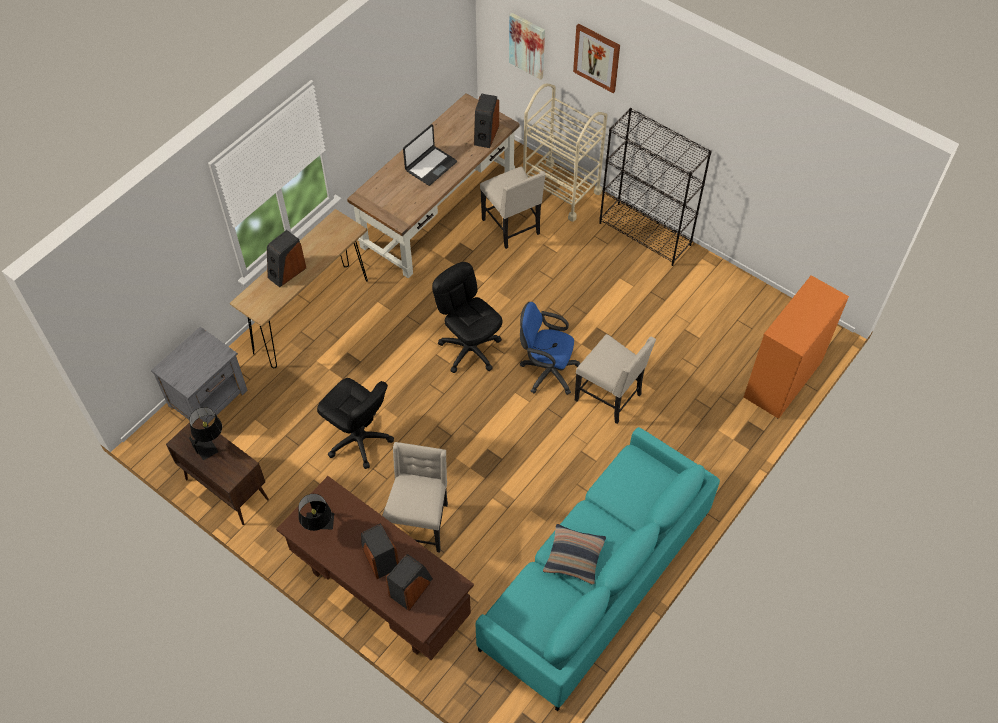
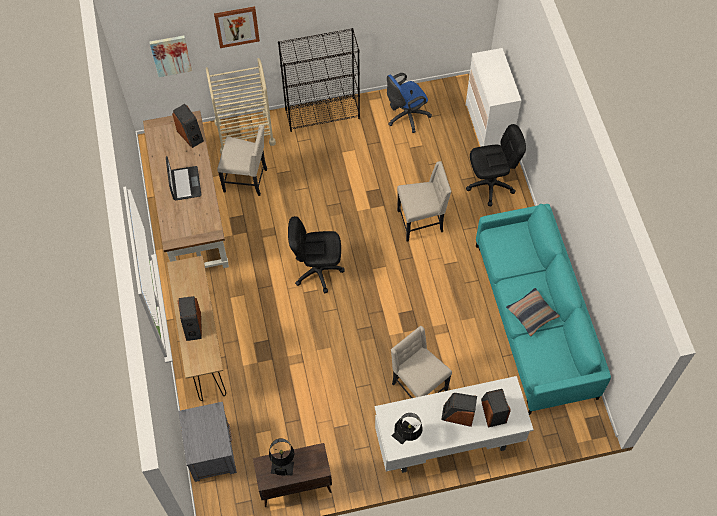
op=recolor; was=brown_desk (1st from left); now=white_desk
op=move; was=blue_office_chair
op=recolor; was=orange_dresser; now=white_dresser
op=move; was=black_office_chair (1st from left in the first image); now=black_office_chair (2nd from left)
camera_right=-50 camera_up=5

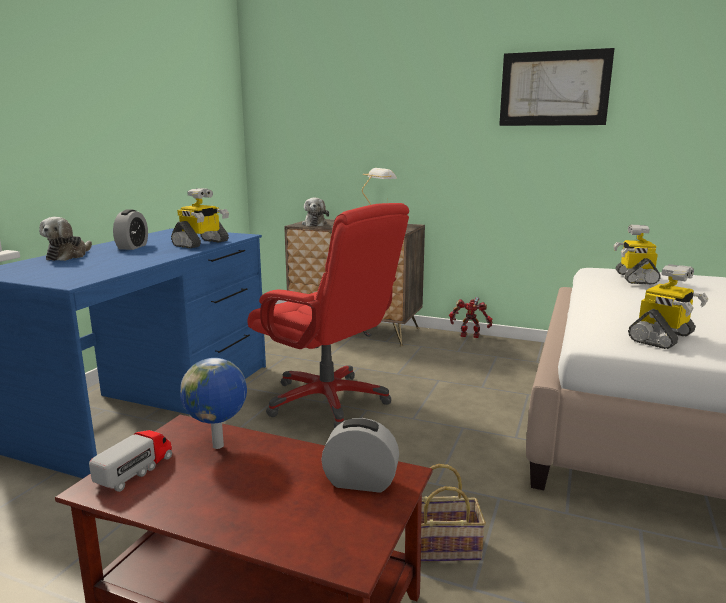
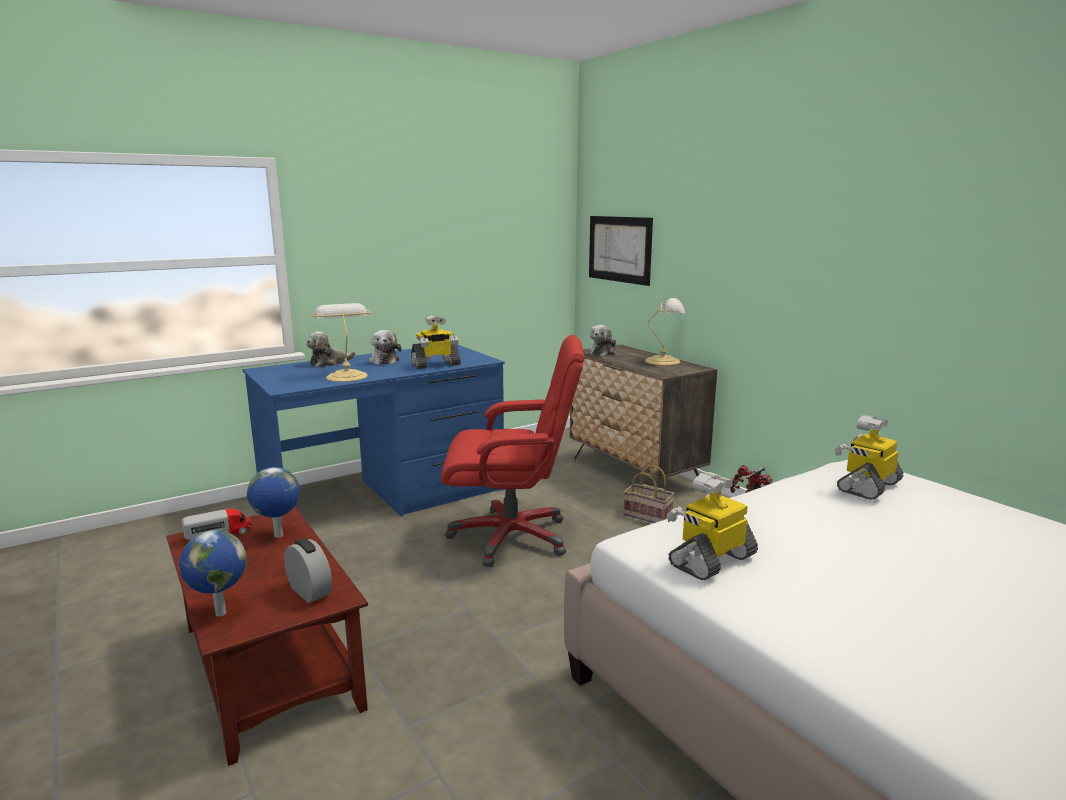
op=insert; now=globe (1st from left)
op=insert; now=table_lamp (1st from left)
op=replace; was=alarm_clock (1st from left); now=plush_toy (2nd from left)
op=rotate; was=red_office_chair; clockwise=-75
op=move; was=picture
op=move; was=basket
op=rotate; was=toy_robot (4th from left in the first image); clockwise=150
camera_right=35 camera_up=0

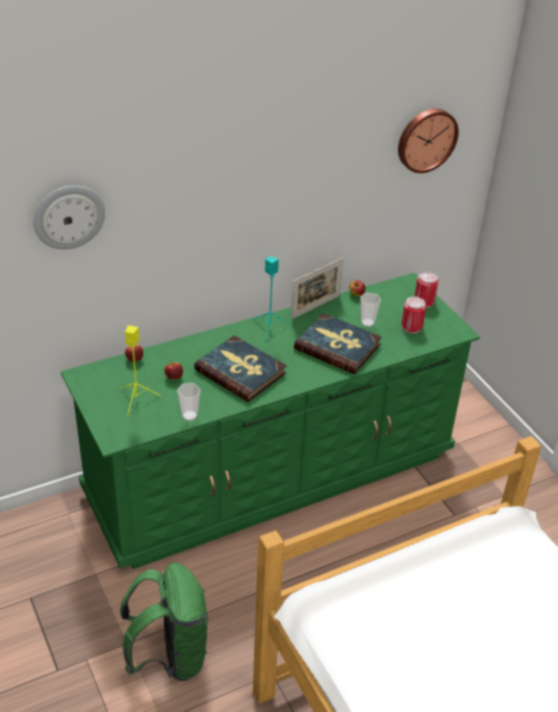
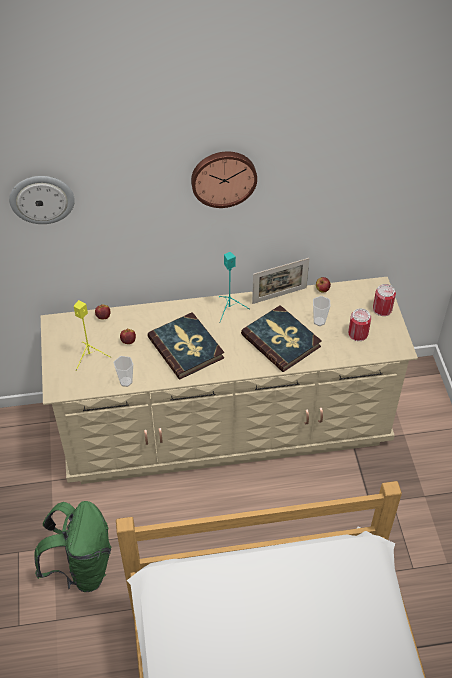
op=recolor; was=green_dresser; now=beige_dresser
op=move; was=wall_clock (2nd from left)
camera_right=20 camera_up=10

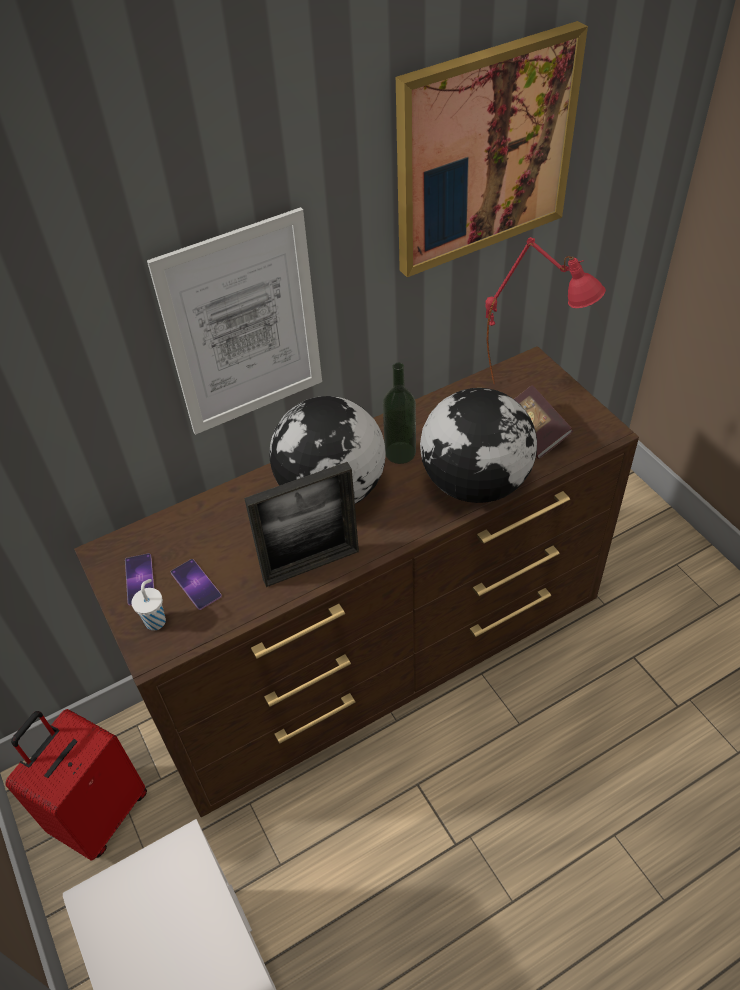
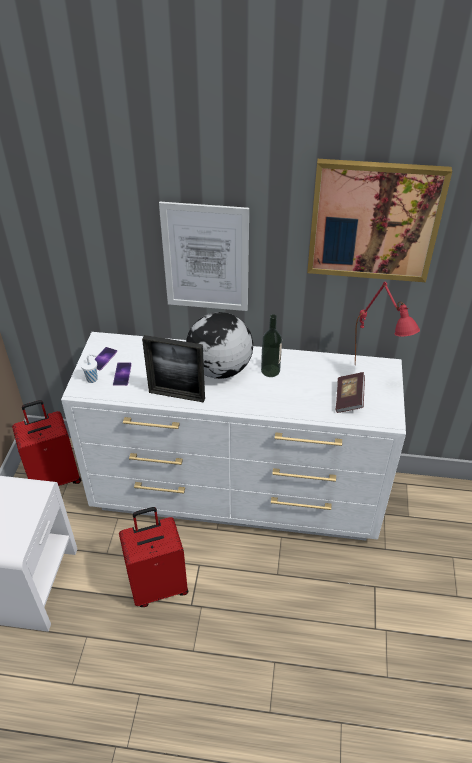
op=recolor; was=brown_dresser; now=white_dresser
op=insert; now=red_suitcase (2nd from left)
op=delete; was=globe (2nd from left)
camera_right=35 camera_up=-5

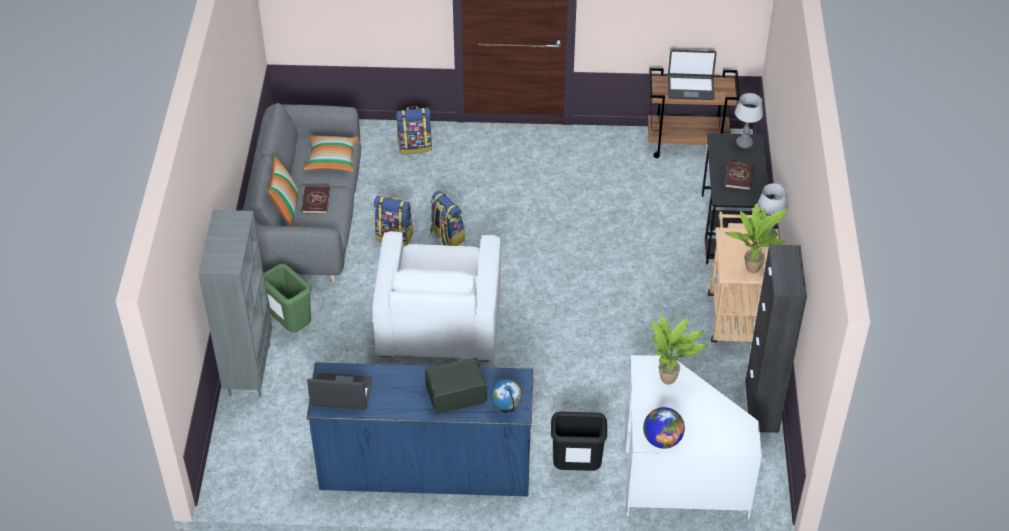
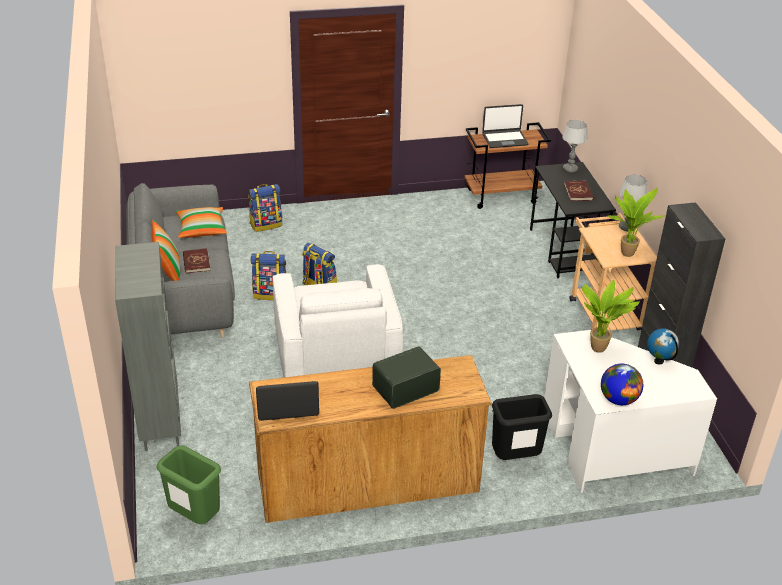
op=move; was=green_trash_can
op=recolor; was=blue_dresser; now=brown_dresser
op=move; was=globe (1st from left in the first image); now=globe (2nd from left)
camera_right=-15 camera_up=-10

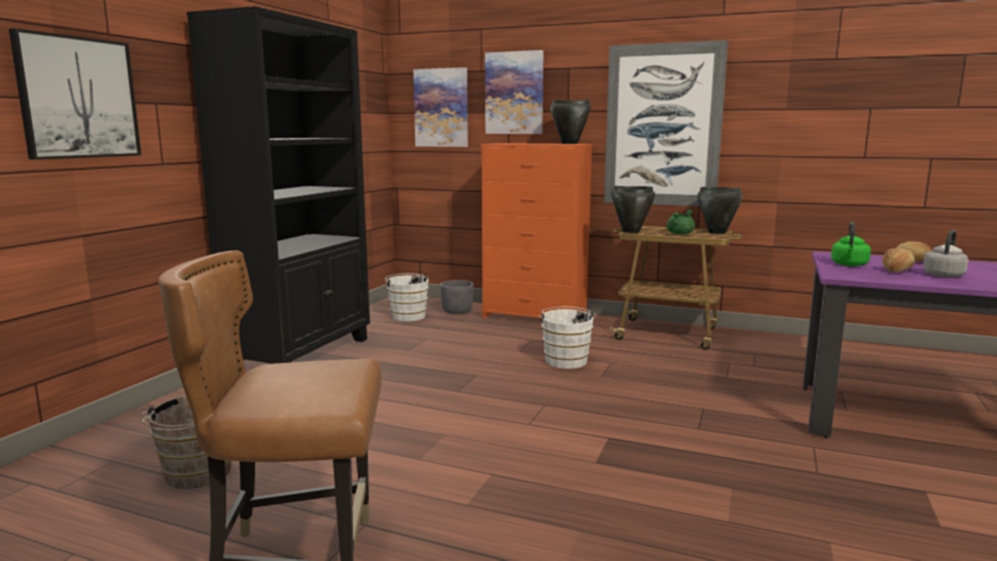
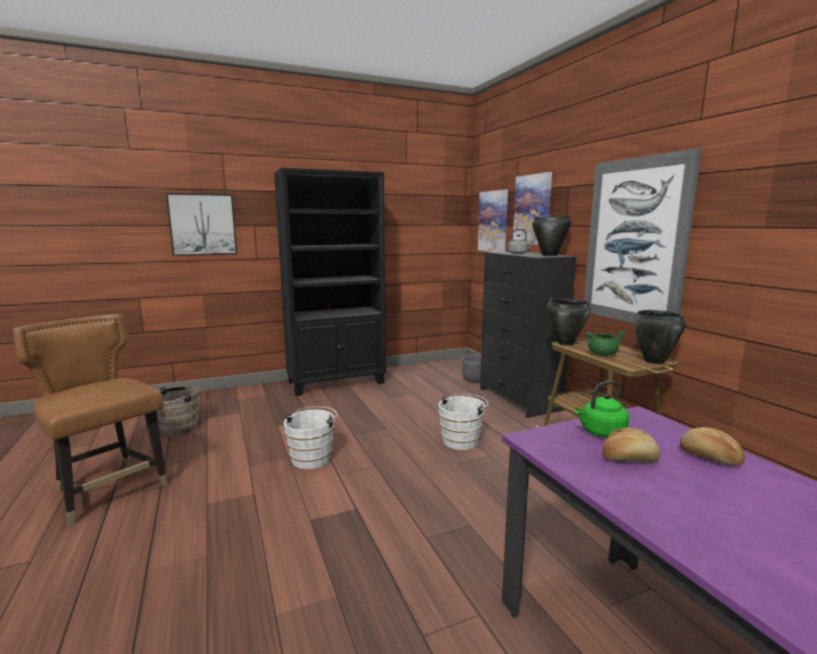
op=move; was=white_bucket (1st from left)
op=recolor; was=orange_dresser; now=black_dresser
op=move; was=grey_kettle
camera_right=45 camera_up=0

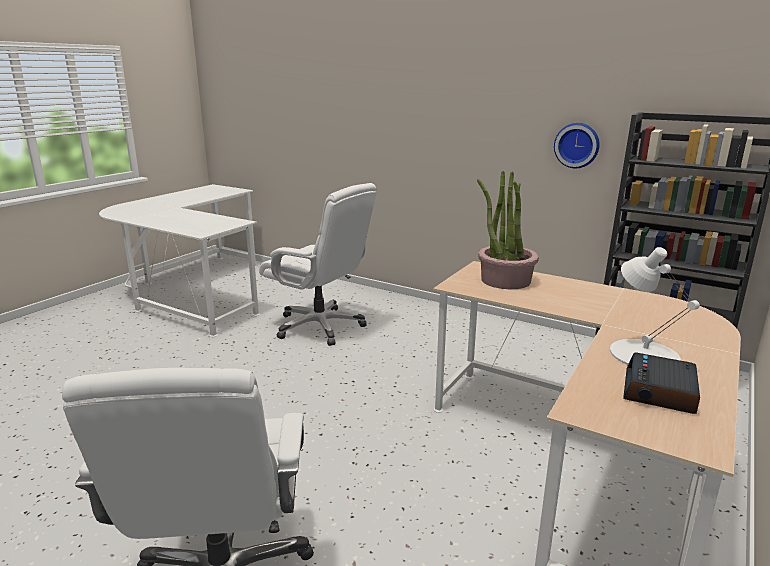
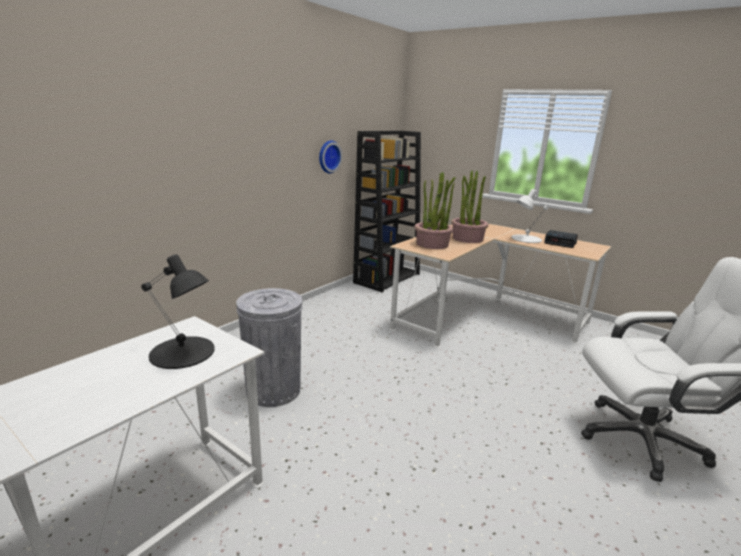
op=insert; now=black_table_lamp
op=replace; was=white_office_chair (2nd from left); now=grey_trash_can
op=insert; now=potted_plant (2nd from left)
camera_right=-85 camera_up=0

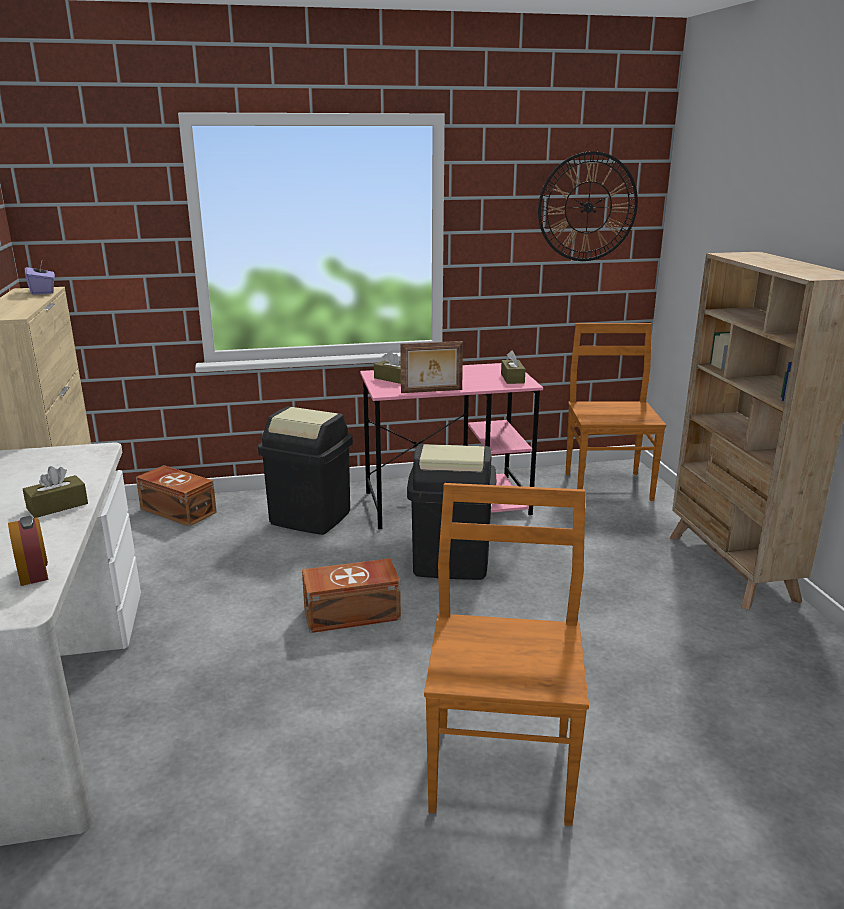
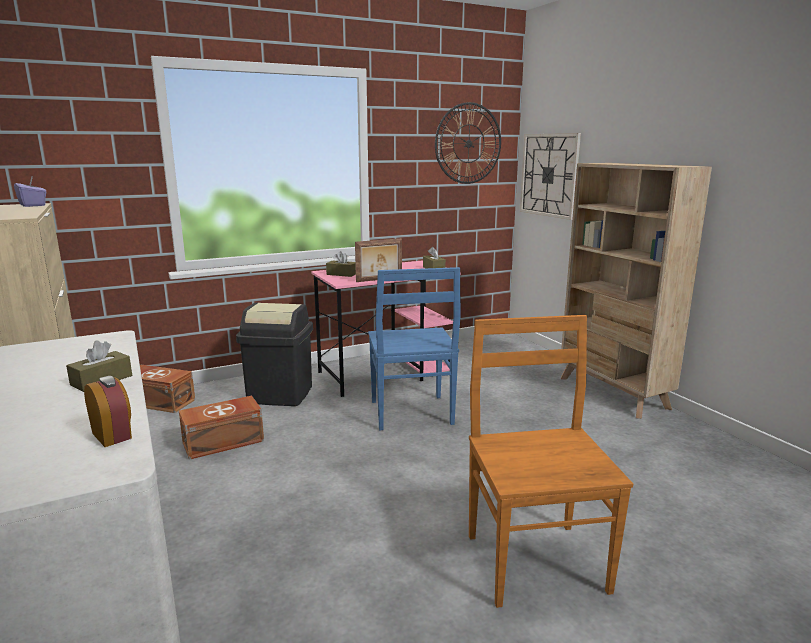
op=move; was=brown_storage_box (2nd from left)
op=replace; was=black_trash_can (2nd from left); now=blue_chair
op=insert; now=wall_clock (2nd from left)
op=delete; was=brown_chair (2nd from left)
camera_right=-15 camera_up=-5

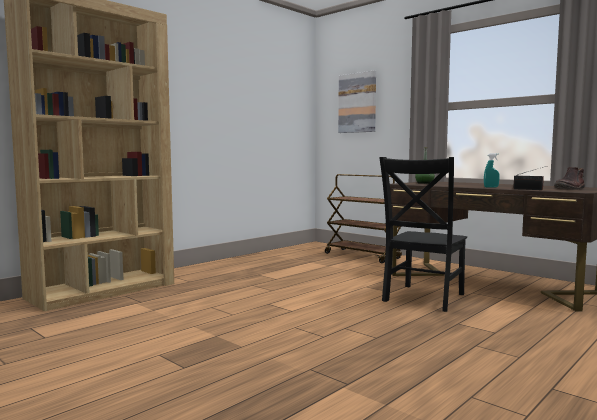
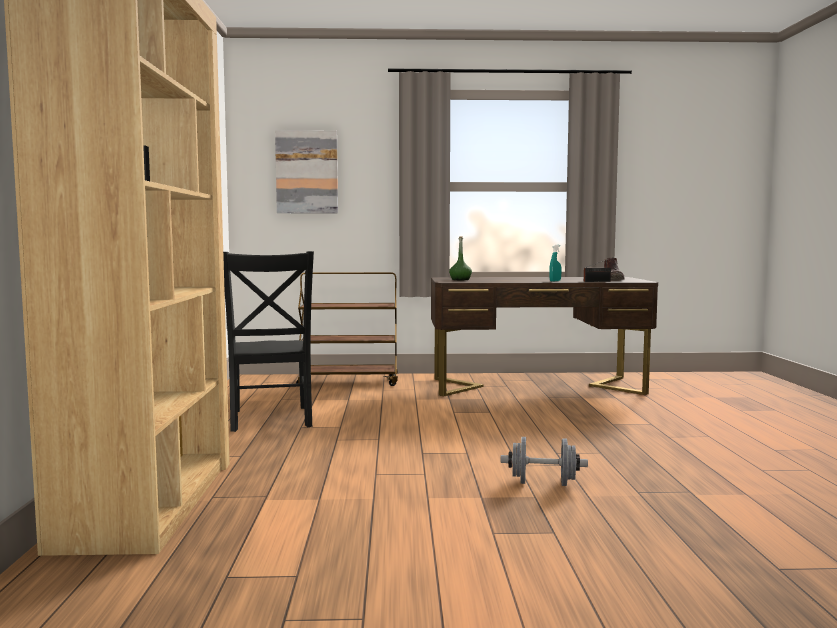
op=move; was=black_chair
op=insert; now=grey_dumbbell
camera_right=-45 camera_up=0

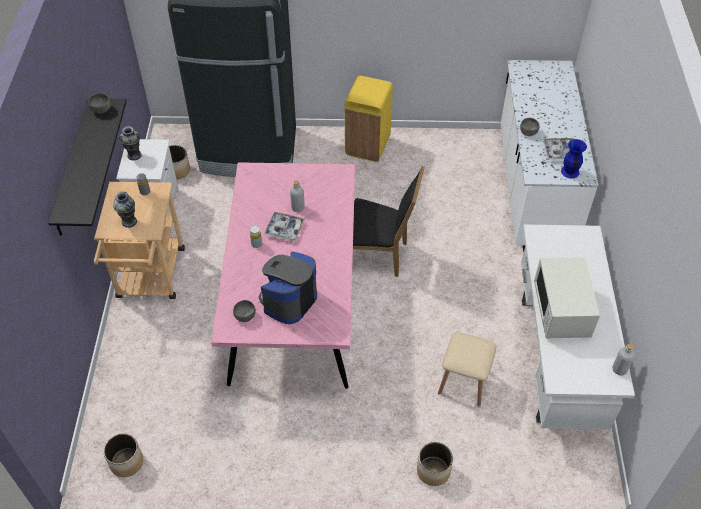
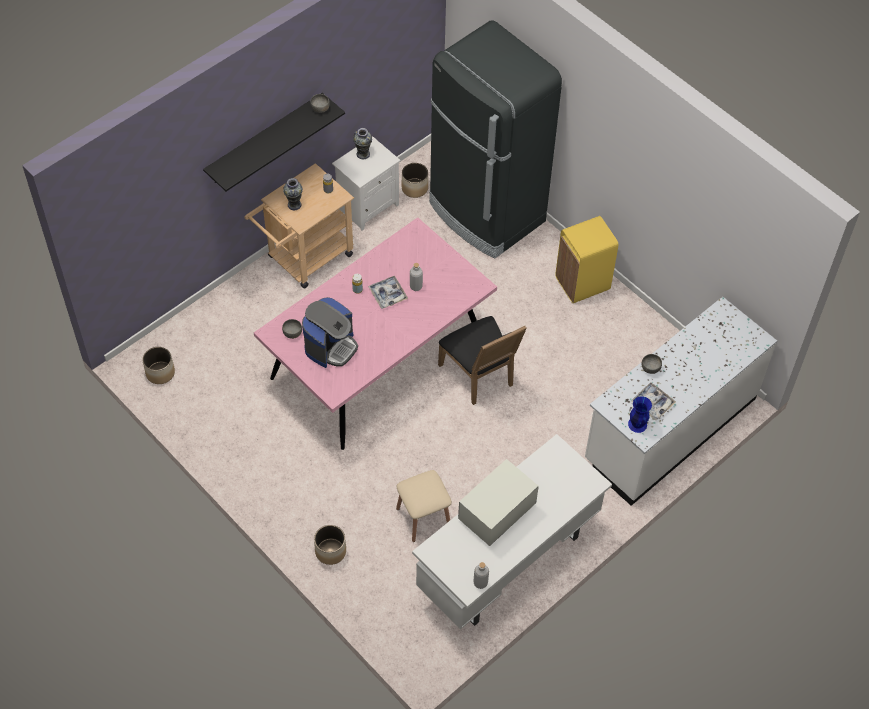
op=rotate; was=coffee_machine; clockwise=135
camera_right=45 camera_up=5

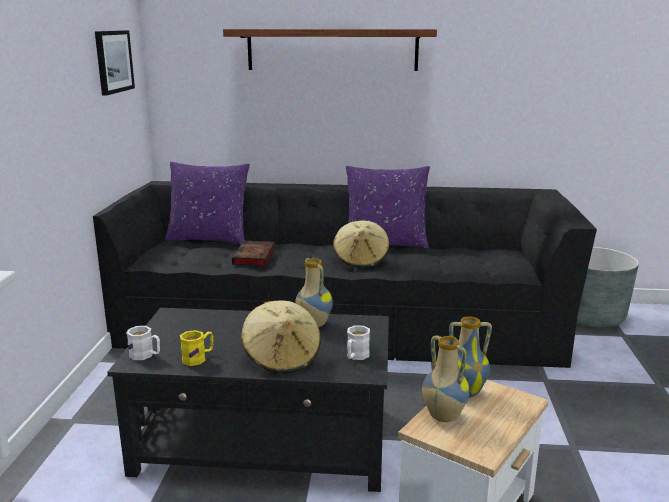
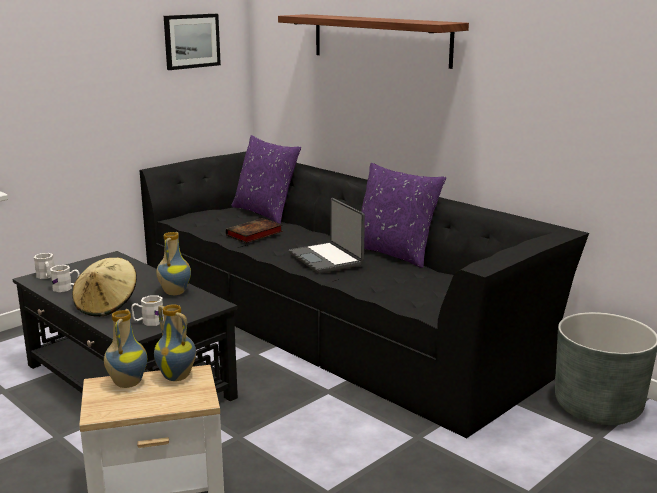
op=recolor; was=yellow_mug; now=white_mug (2nd from left)
op=replace; was=beige_hat (2nd from left); now=laptop
camera_right=40 camera_up=0

